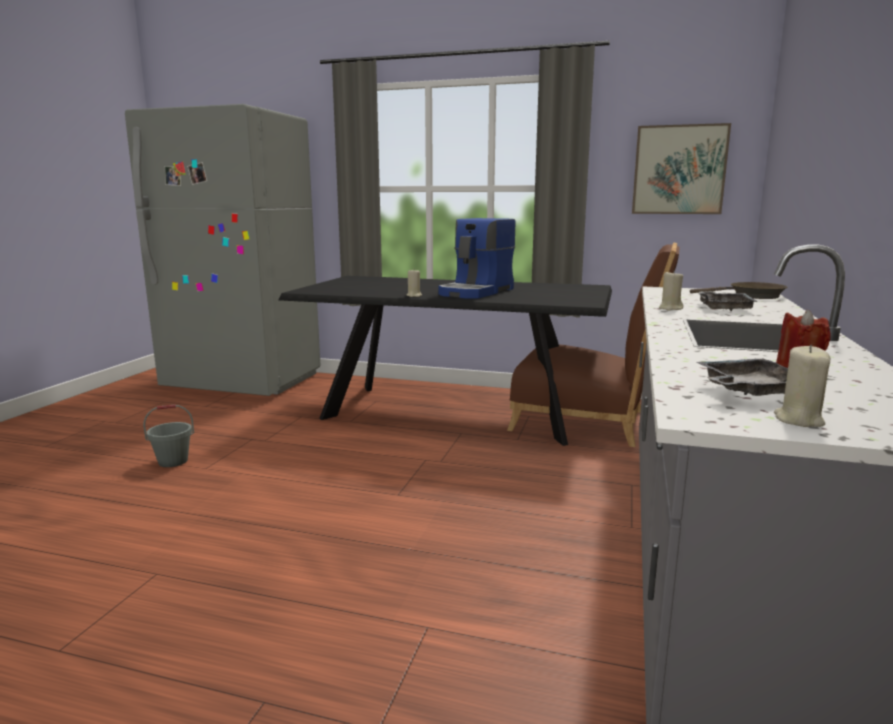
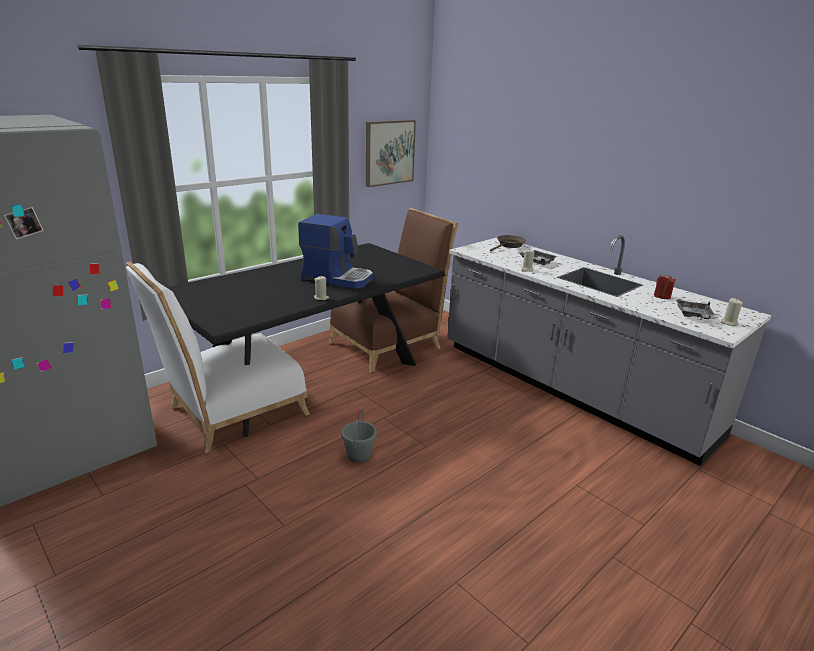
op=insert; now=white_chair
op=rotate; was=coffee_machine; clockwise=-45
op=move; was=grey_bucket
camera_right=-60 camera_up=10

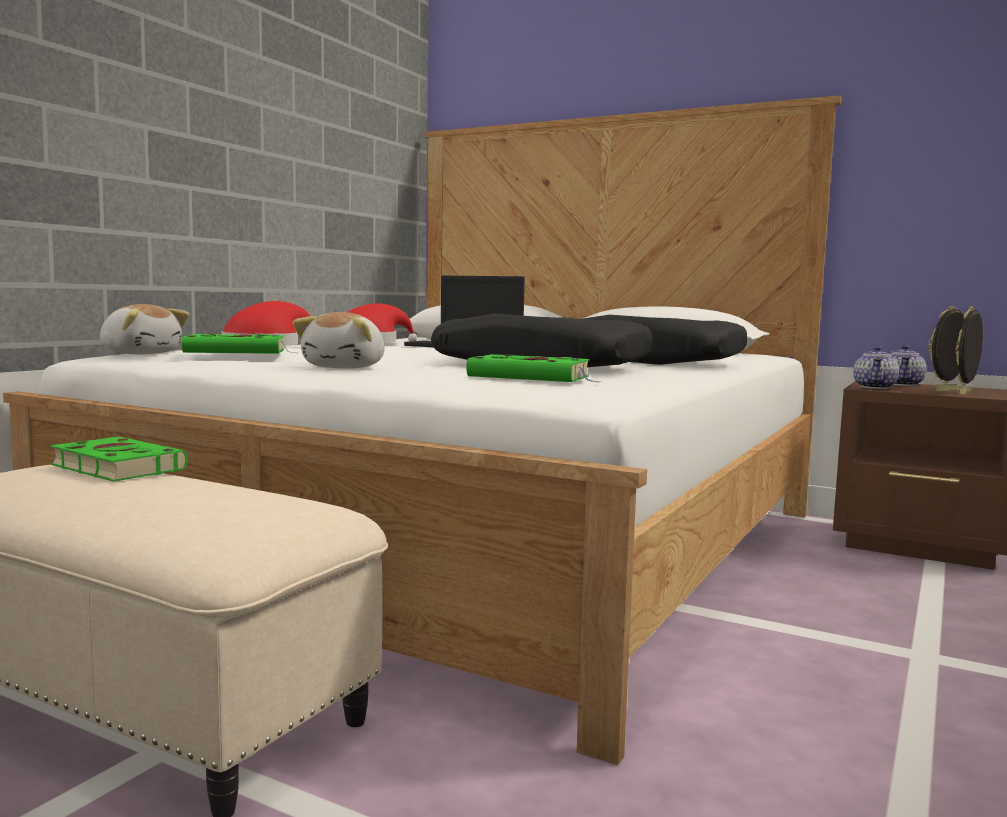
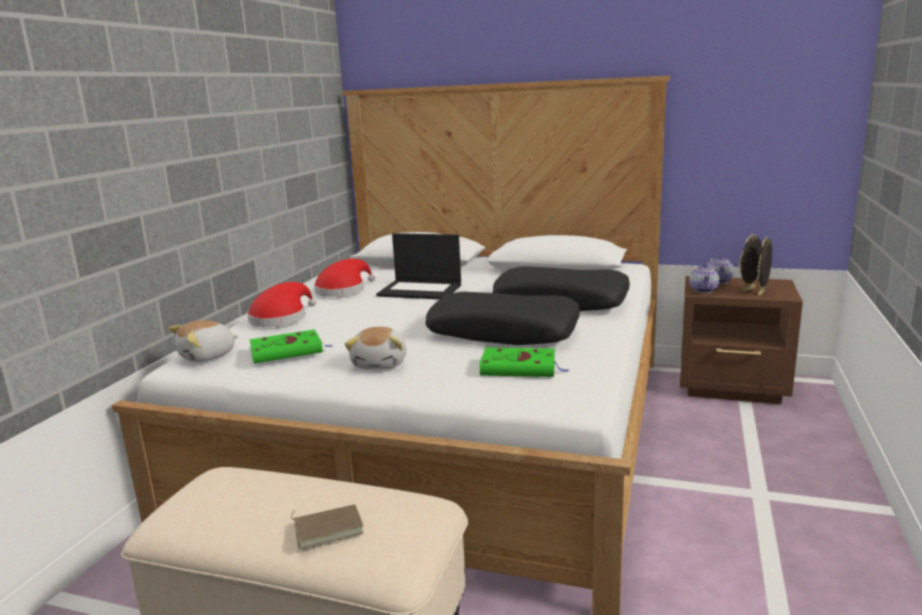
op=rotate; was=plush_toy (1st from left); clockwise=120
op=insert; now=brown_book
op=delete; was=green_book (1st from left)
camera_right=-10 camera_up=10

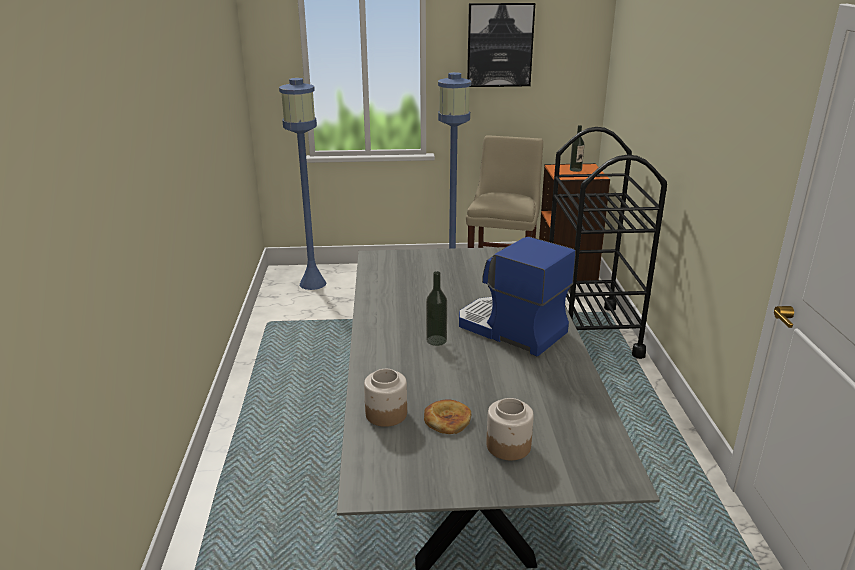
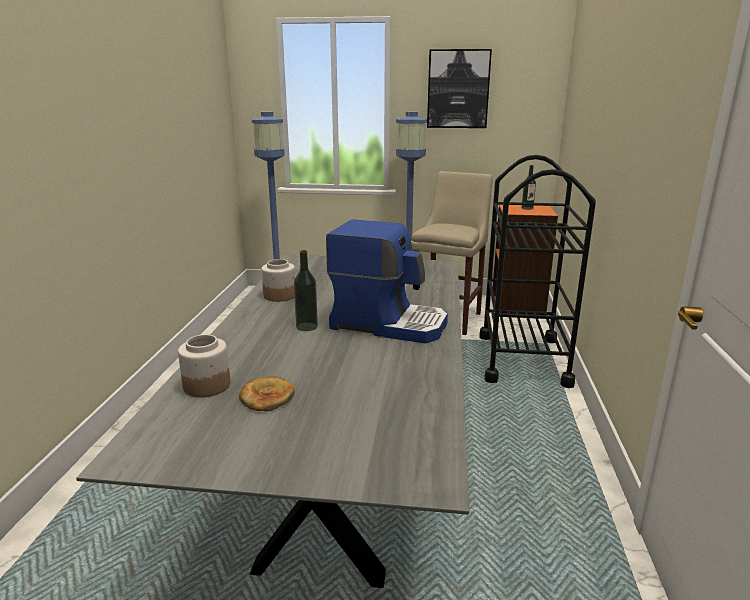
op=move; was=jar (2nd from left)
op=rotate; was=coffee_machine; clockwise=150
camera_right=10 camera_up=-5

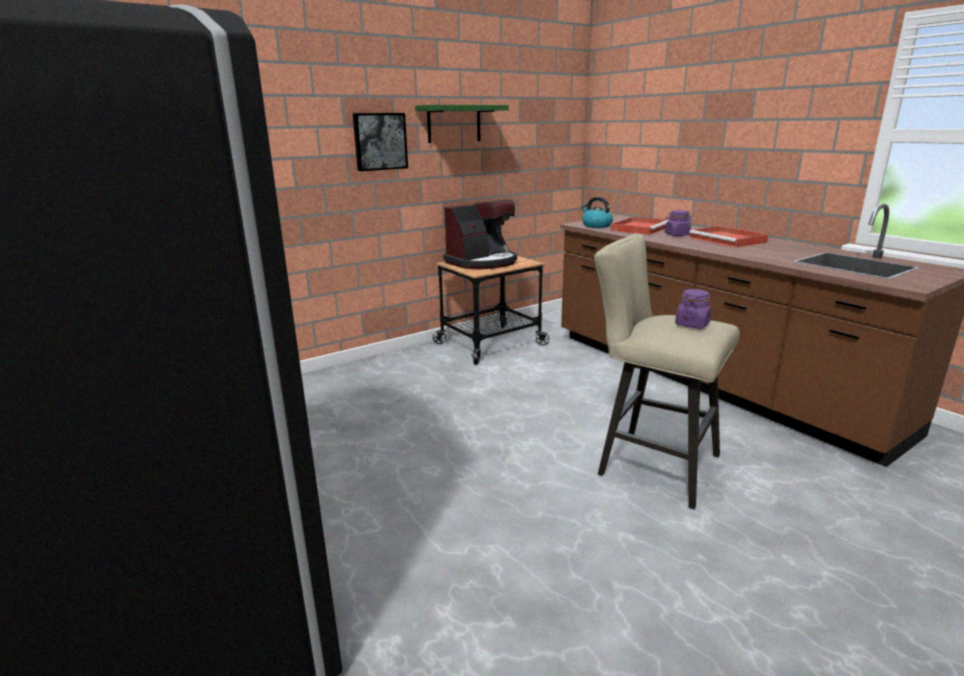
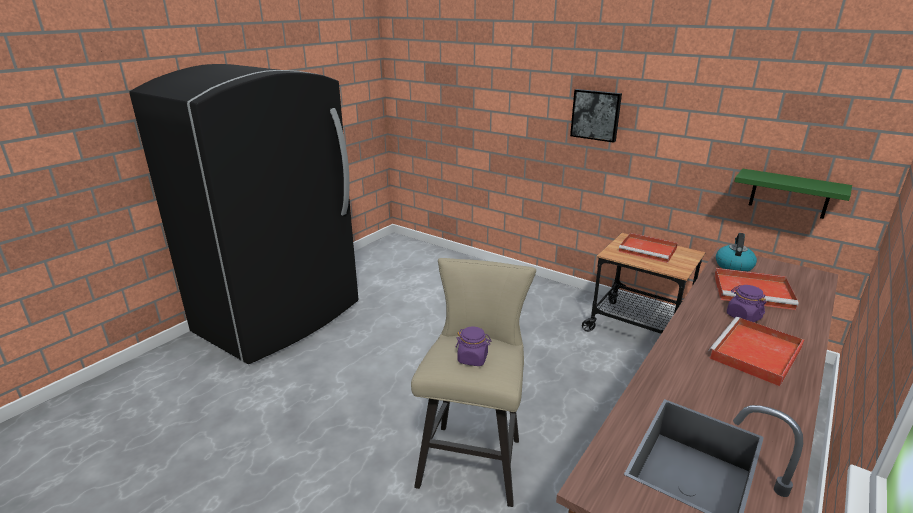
op=replace; was=coffee_machine; now=red_tray (1st from left)
op=move; was=green_shelf
camera_right=70 camera_up=5

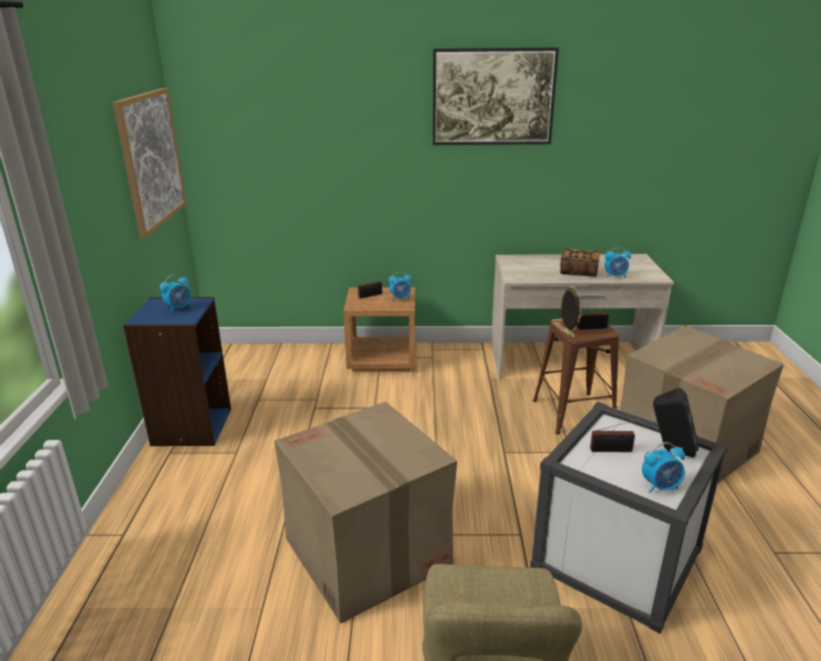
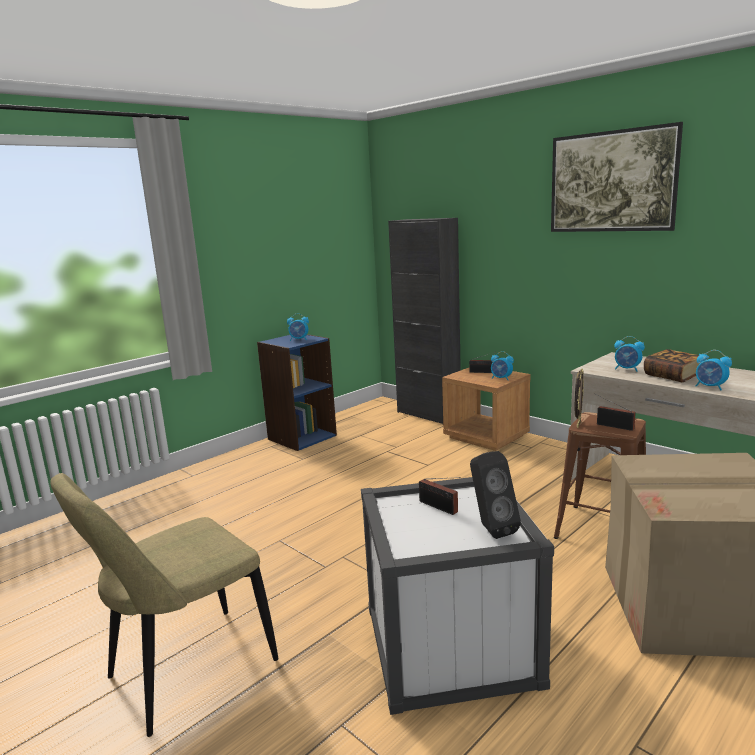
op=insert; now=black_cabinet
op=move; was=alarm_clock (4th from left in the first image); now=alarm_clock (3rd from left)
op=delete; was=picture (1st from left)
op=delete; was=cardboard_box (1st from left)
camera_right=45 camera_up=-10

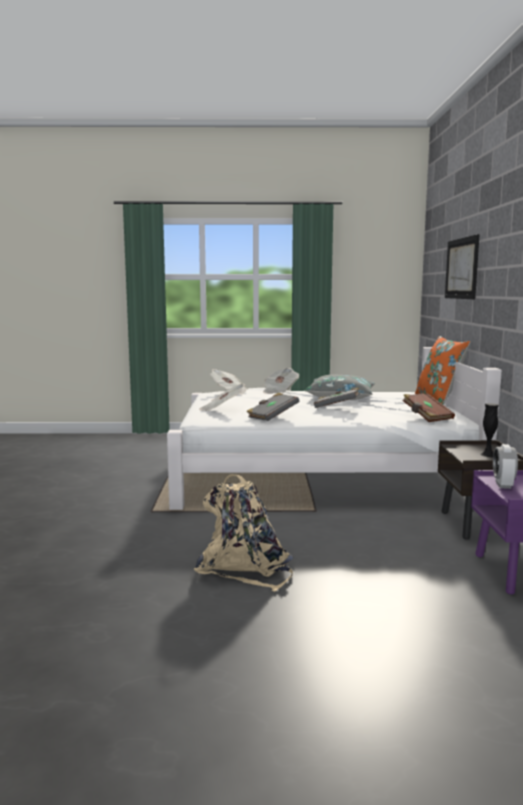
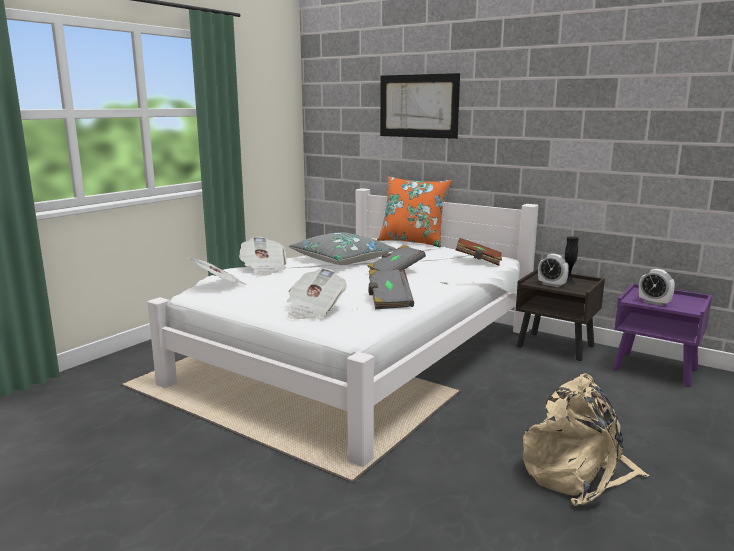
op=insert; now=alarm_clock (1st from left)
camera_right=-55 camera_up=5

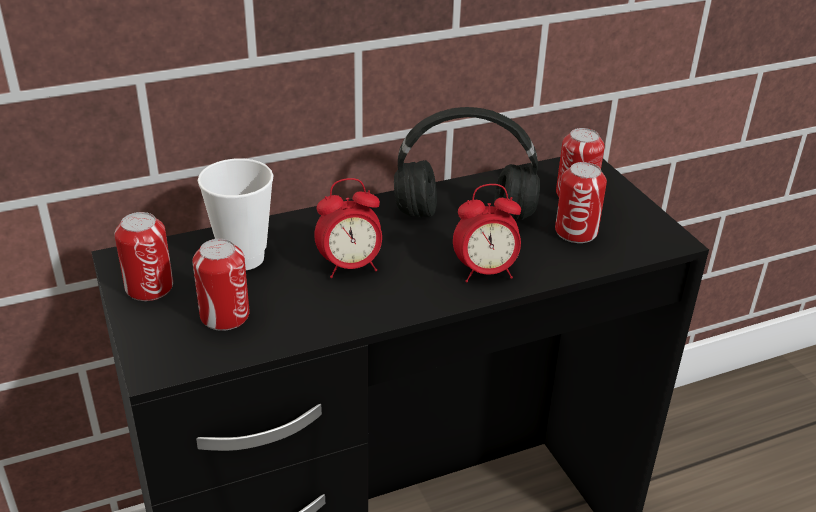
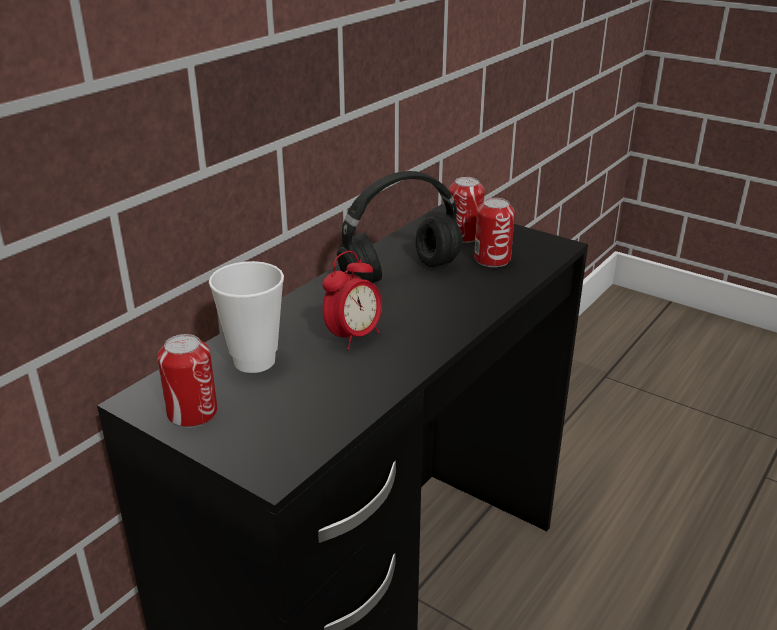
op=delete; was=can (2nd from left)
op=delete; was=alarm_clock (2nd from left)
camera_right=-30 camera_up=-5

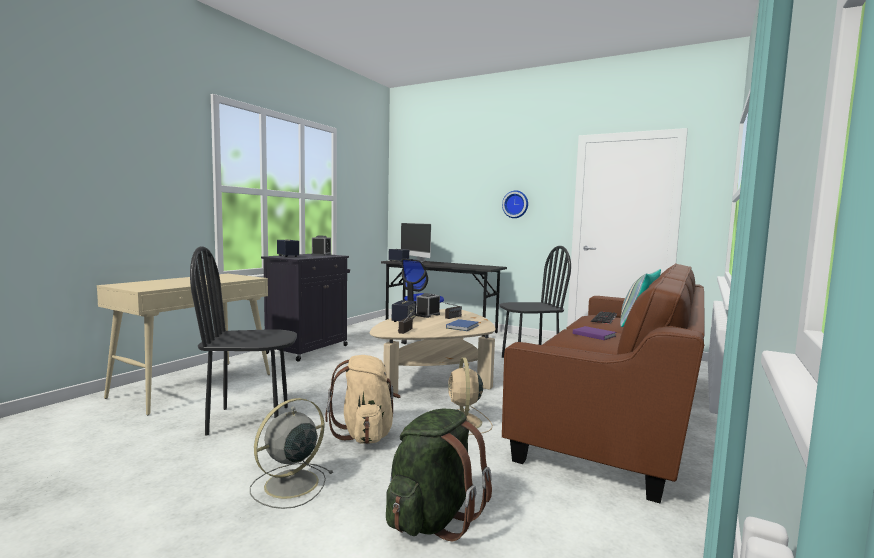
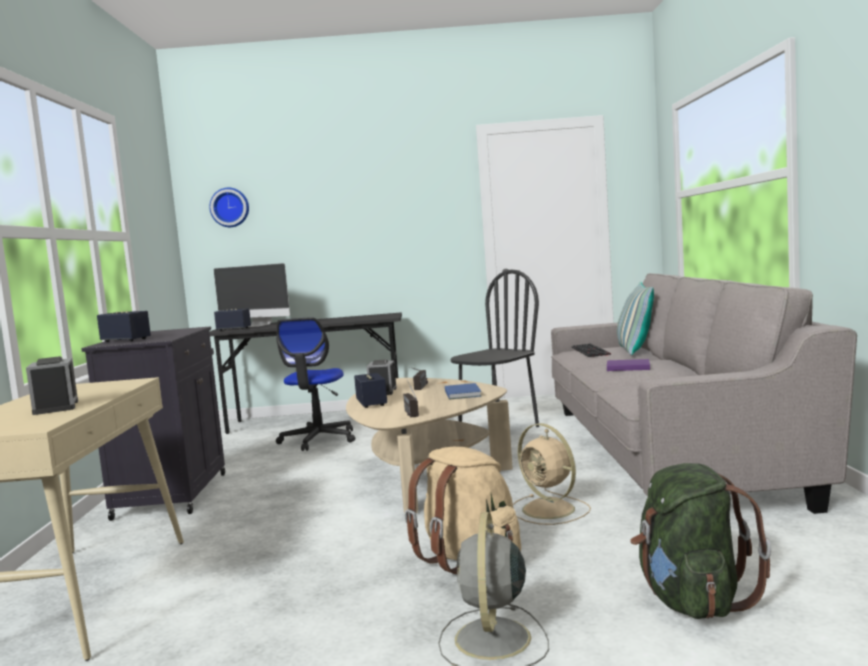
op=move; was=alarm_clock (1st from left)
op=move; was=wall_clock
op=recolor; was=brown_sofa; now=grey_sofa
op=delete; was=black_chair (1st from left)
camera_right=-30 camera_up=0

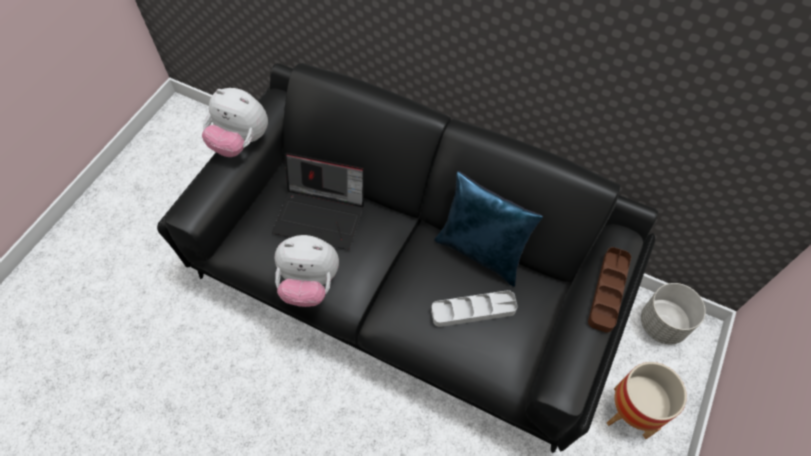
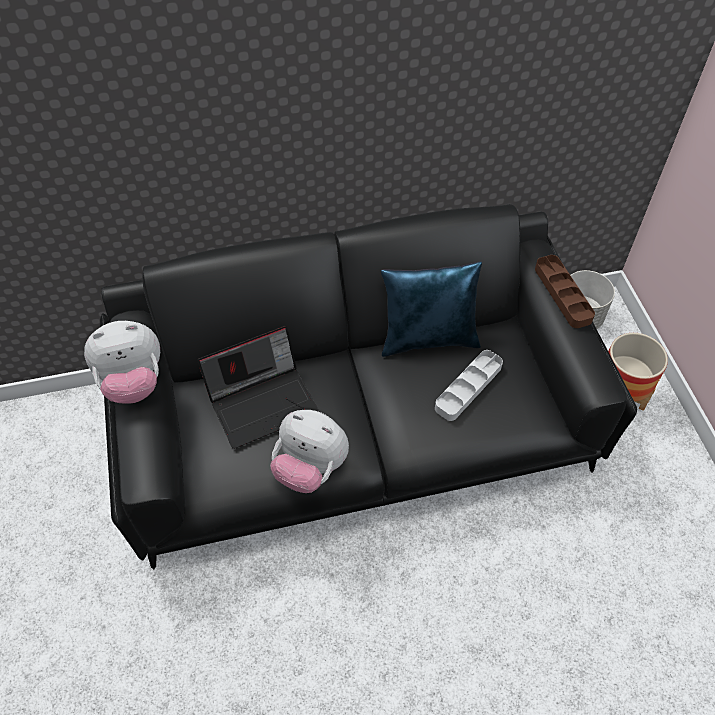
op=rotate; was=plush_toy (2nd from left); clockwise=60
camera_right=-40 camera_up=-5

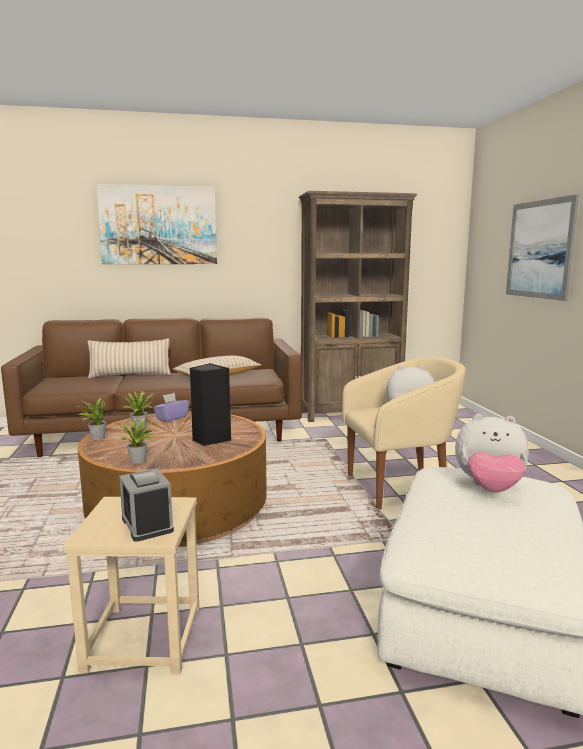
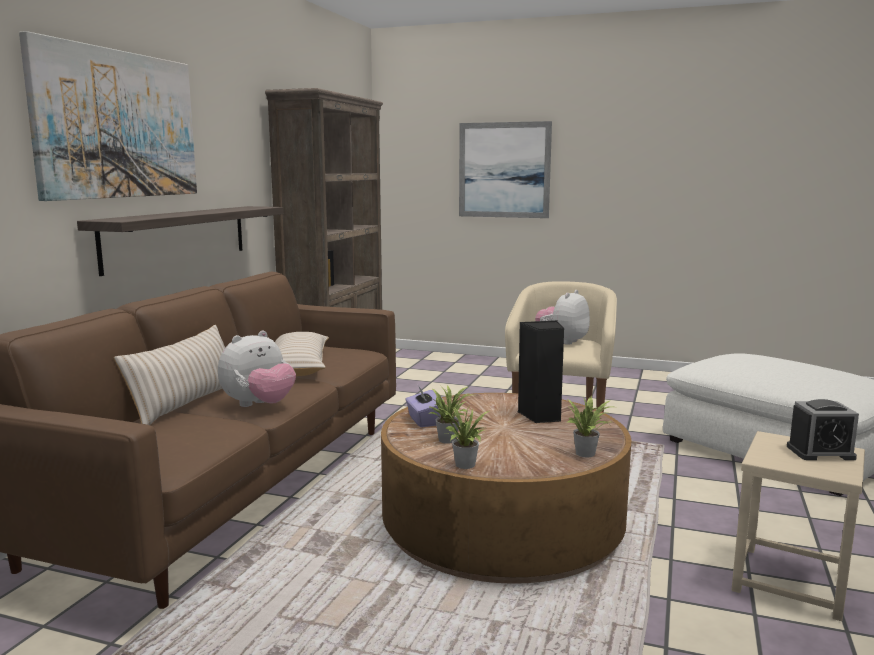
op=insert; now=shelf
op=move; was=plush_toy (2nd from left in the first image); now=plush_toy (1st from left)
camera_right=-60 camera_up=0

